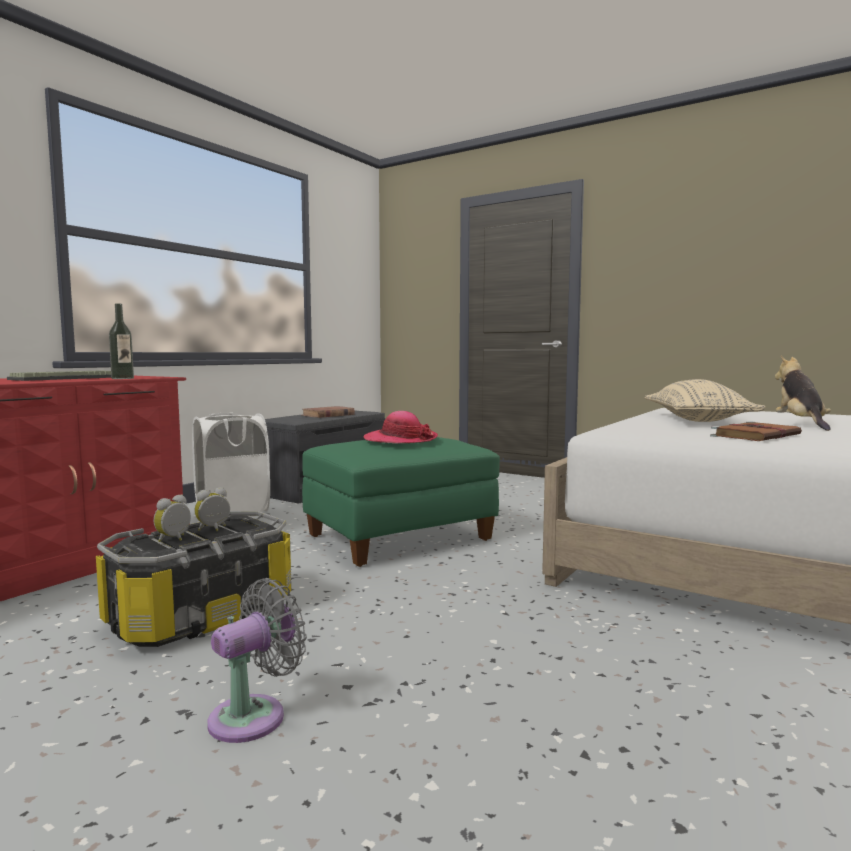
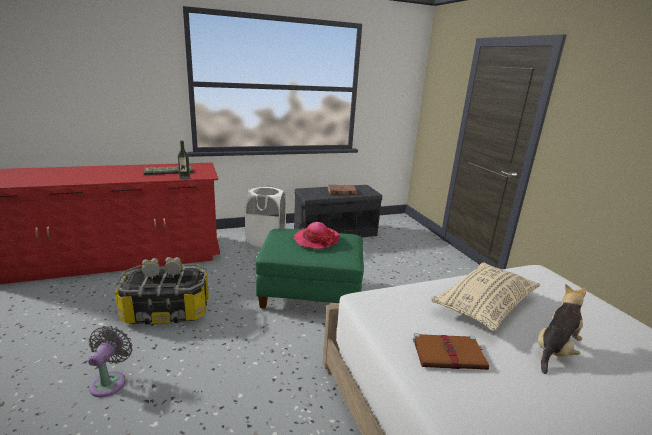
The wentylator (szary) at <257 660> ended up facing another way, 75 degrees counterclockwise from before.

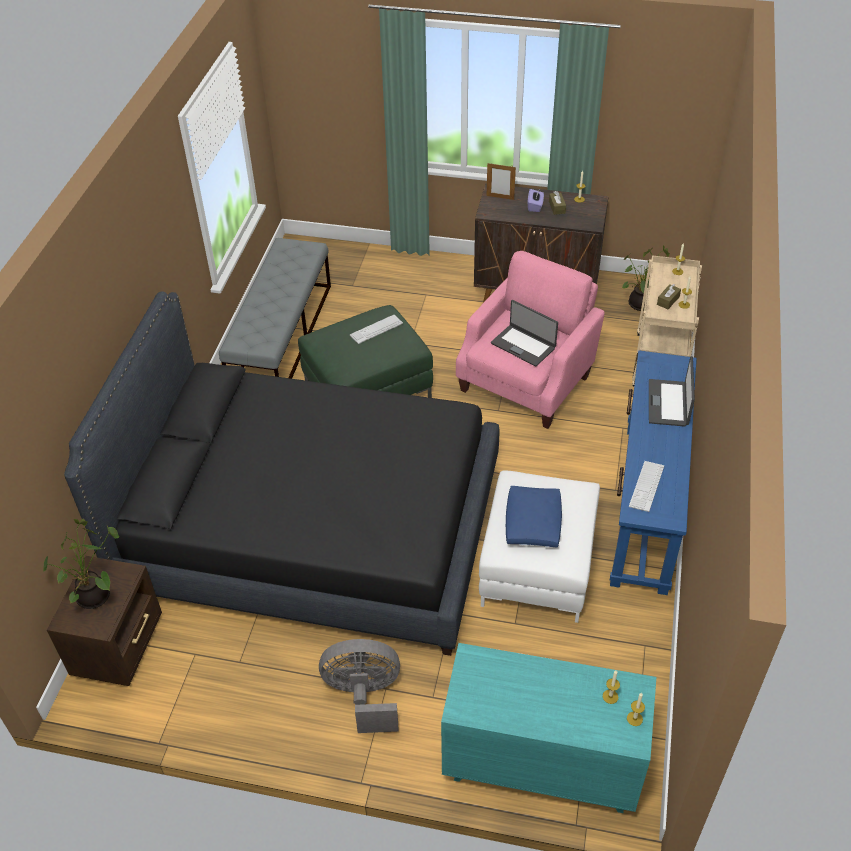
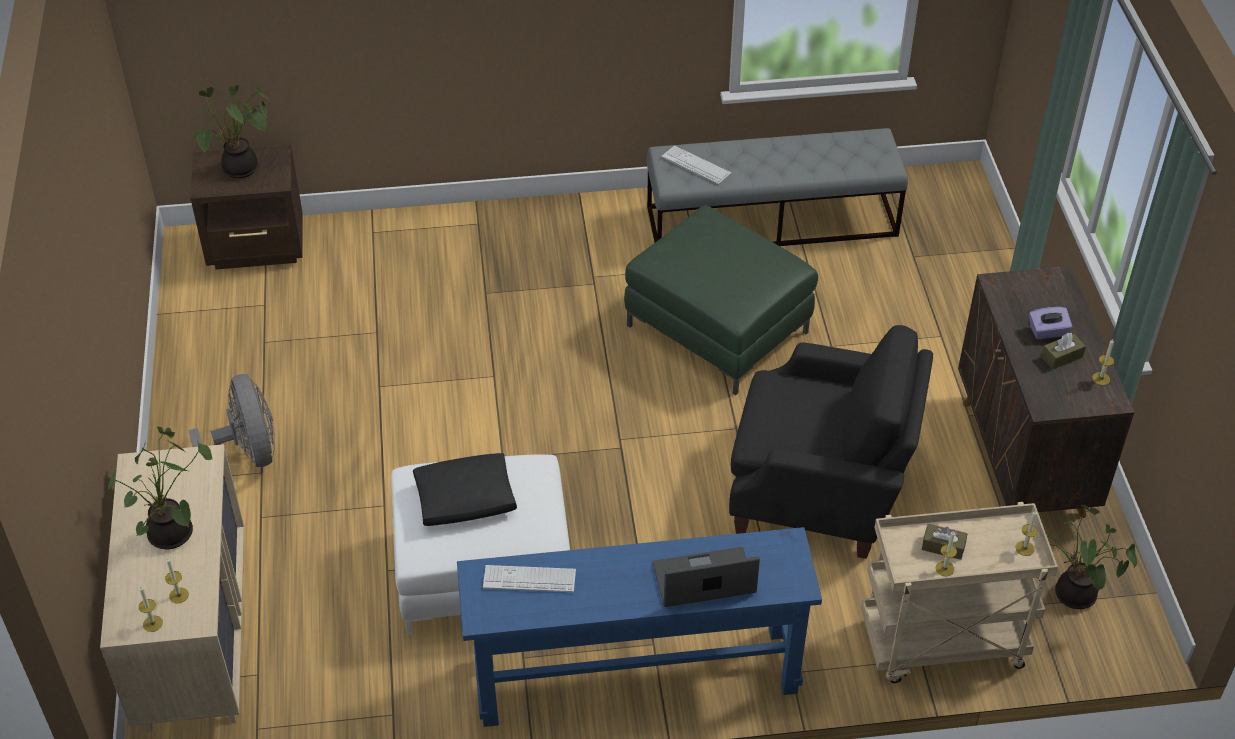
The second view lost the łóżko (czarny) at <281 473>.
The second view lost the ramka na zdjęcie at <501 181>.
The second view lost the laptop at <524 333>.
The second view gained the roślina doniczkowa at <160 488>.
The klawiatura ended up elsewhere, having gone from <376 329> to <697 165>.
What was the komoda (turkusowy) at <548 728> turned into the komoda (beżowy) at <172 588>.
What was the fotel (różowy) at <530 340> turned into the fotel (czarny) at <831 442>.
What was the poduszka (niebieski) at <534 516> turned into the poduszka (czarny) at <465 489>.

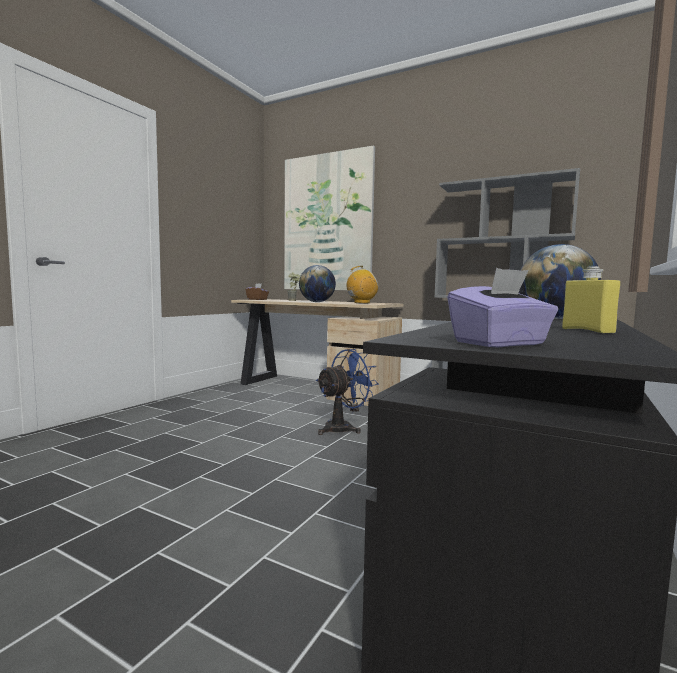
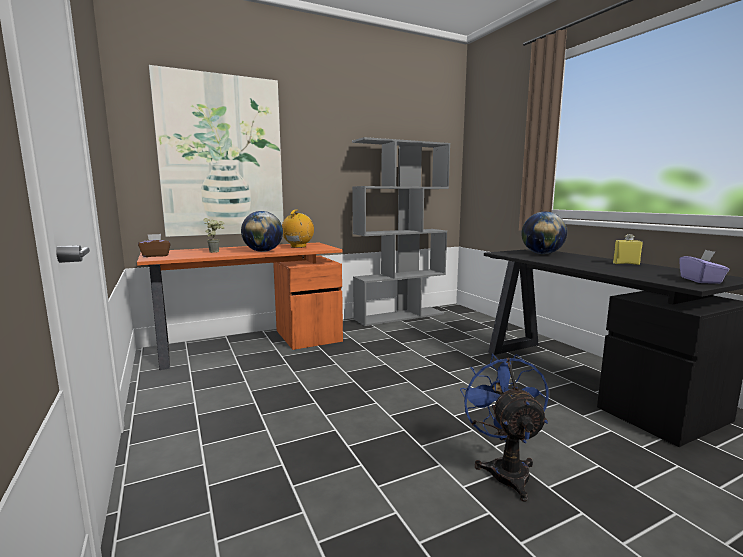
The wentylator (niebieski) ended up elsewhere, having gone from <347 392> to <504 427>.
What was the biurko (beżowy) at <317 352> turned into the biurko (pomarańczowy) at <240 306>.

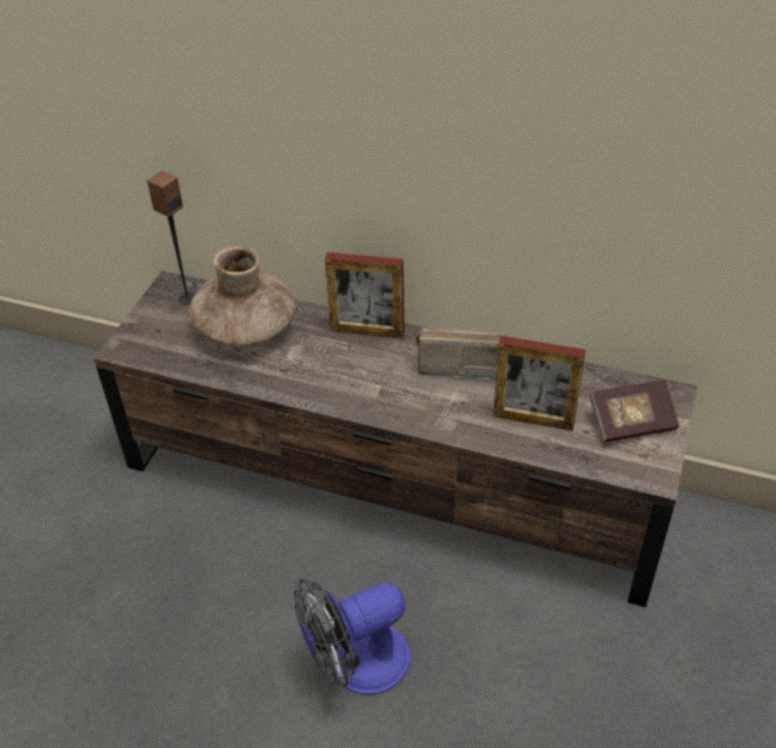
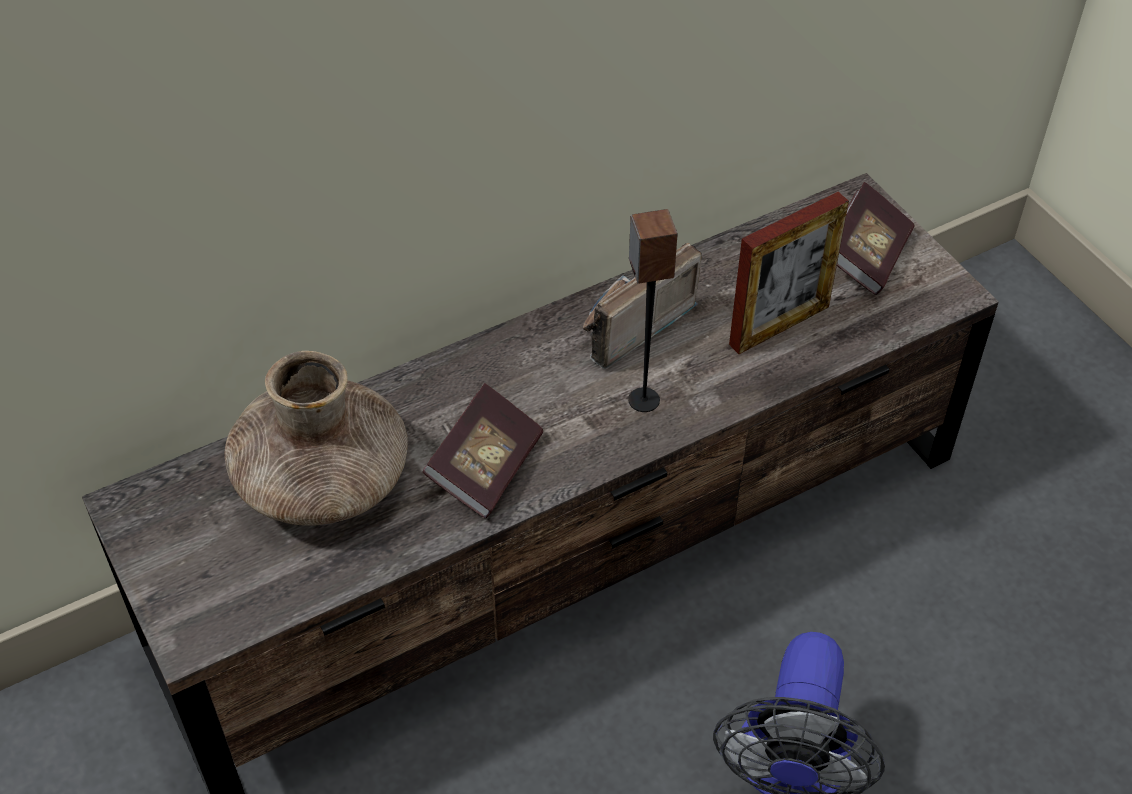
The second view lost the ramka na zdjęcie at <365 295>.
The second view gained the książka at <482 450>.
The głośnik ended up elsewhere, having gone from <171 238> to <653 310>.

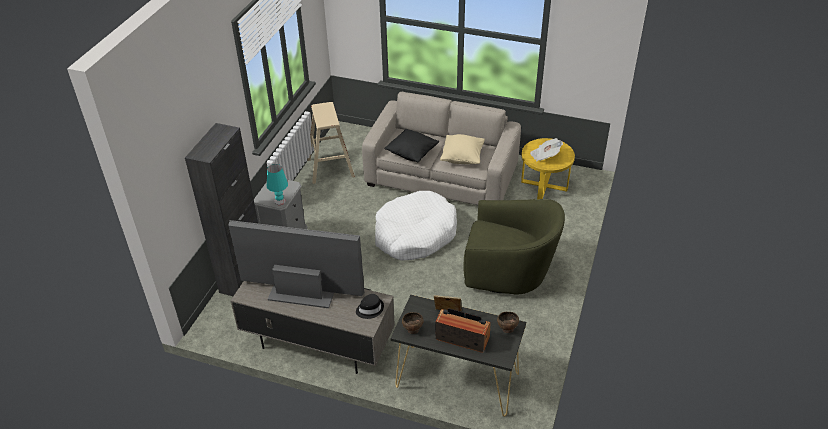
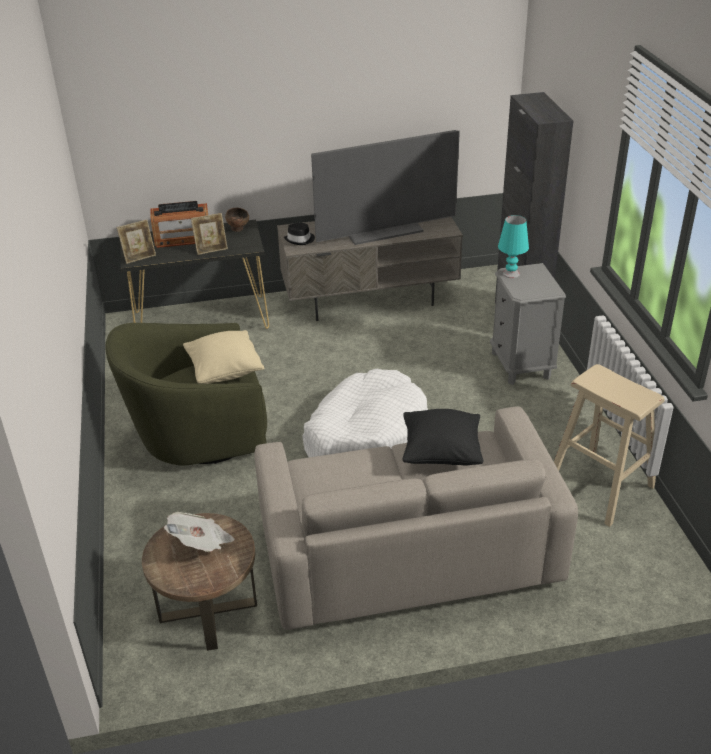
The poduszka (beżowy) ended up elsewhere, having gone from <462 149> to <223 357>.
Where the miska (brązowy) stood at <508 322>, the ramka na zdjęcie came to stand at <136 242>.
What was the stolik (żółty) at <548 168> turned into the stolik (brązowy) at <199 582>.

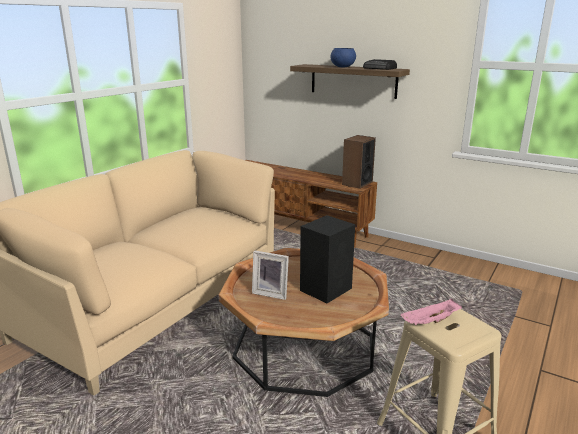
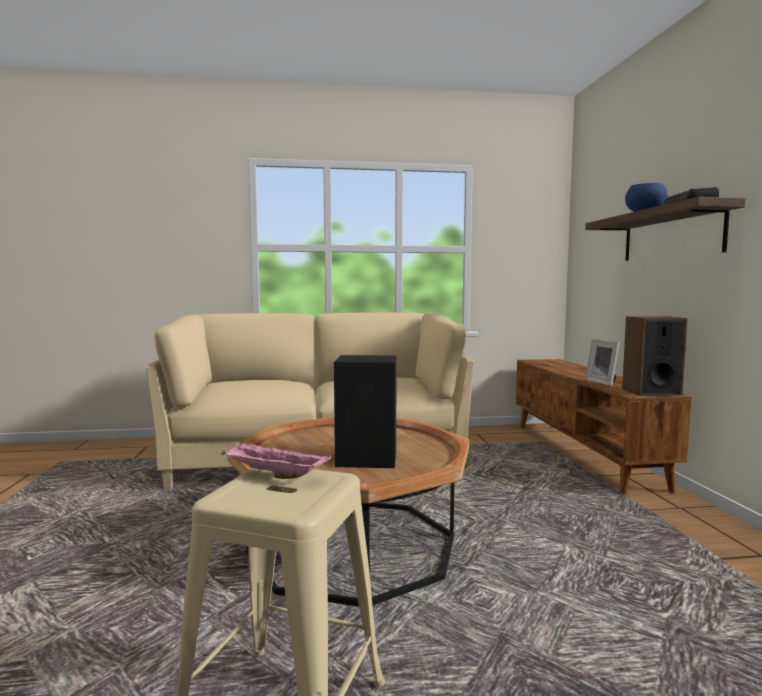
The ramka na zdjęcie ended up elsewhere, having gone from <270 275> to <602 362>.

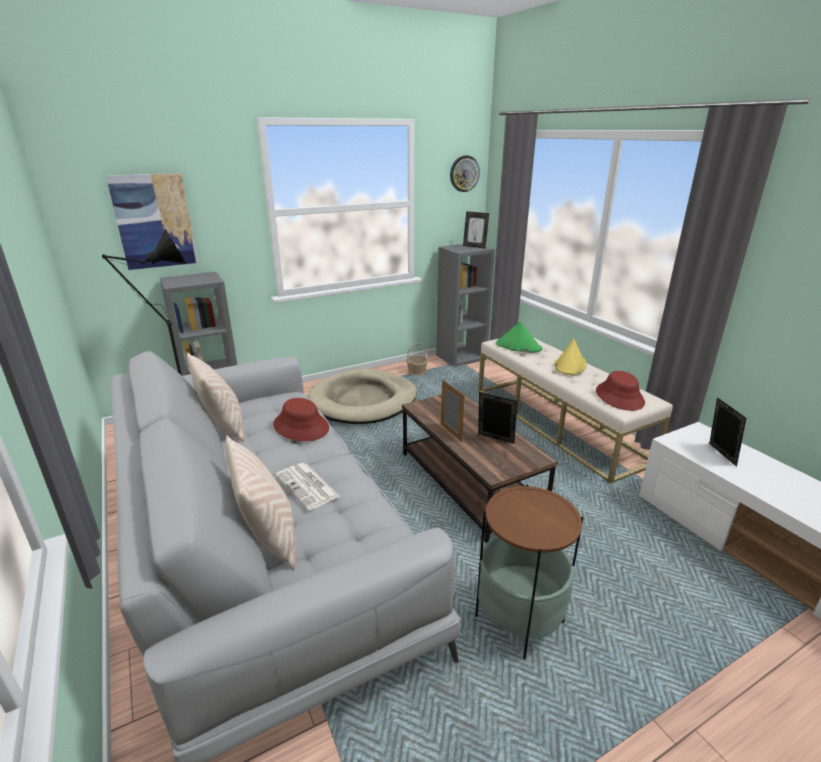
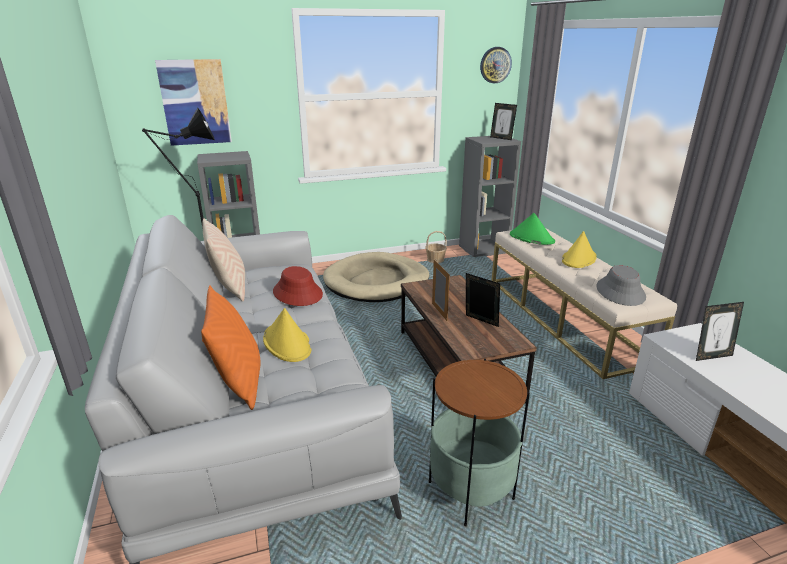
Where the gazeta stood at <308 486>, the kapelusz (żółty) came to stand at <287 335>.
What was the poduszka (beżowy) at <261 503> turned into the poduszka (pomarańczowy) at <230 347>.
What was the kapelusz (czerwony) at <620 391> turned into the kapelusz (szary) at <621 285>.
The ramka na zdjęcie at <727 432> ended up facing another way, 75 degrees clockwise from before.

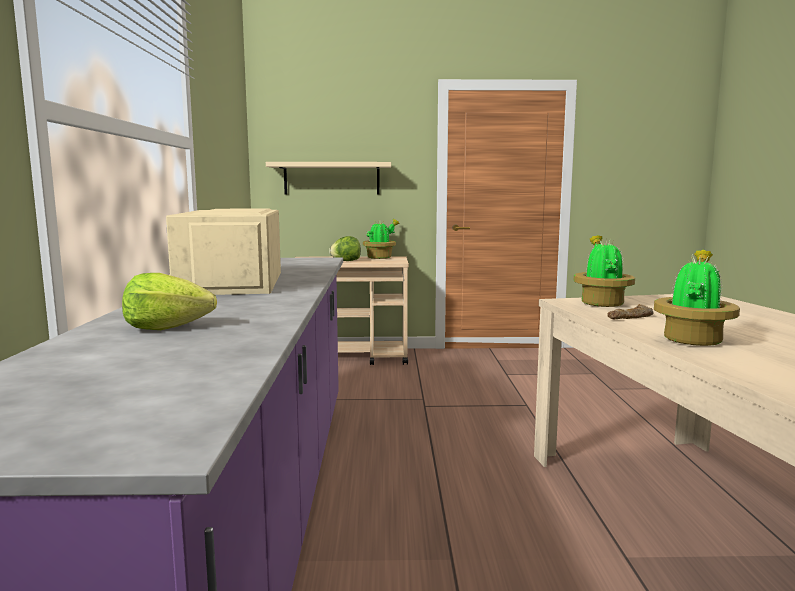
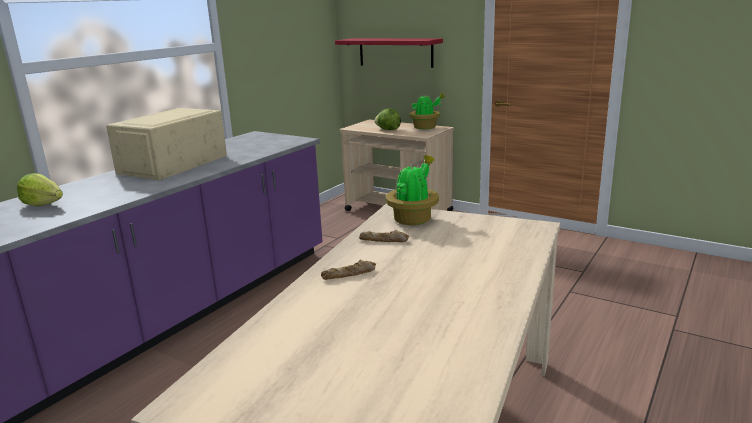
Where the roślina doniczkowa stood at <697 298>, the chleb came to stand at <348 270>.
What was the półka (beżowy) at <328 178> turned into the półka (czerwony) at <389 53>.

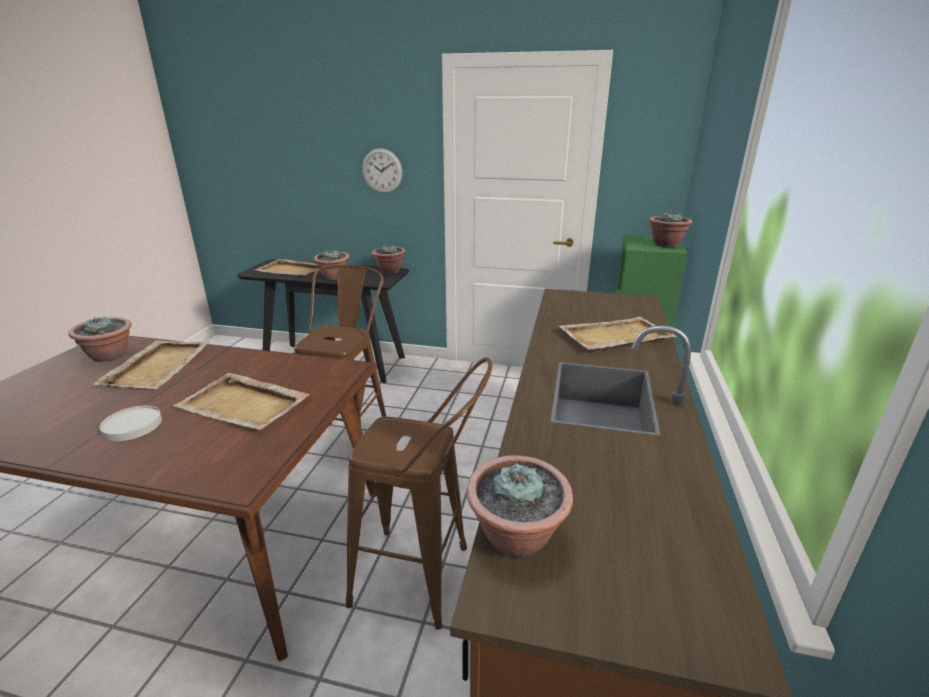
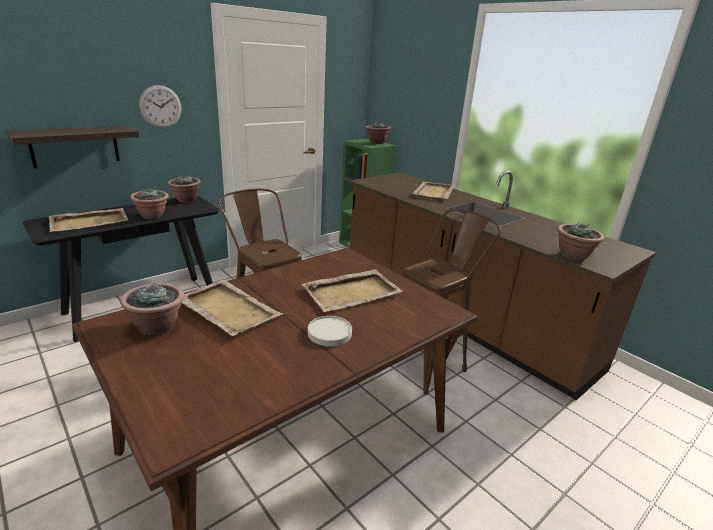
The second view gained the półka at <73 146>.

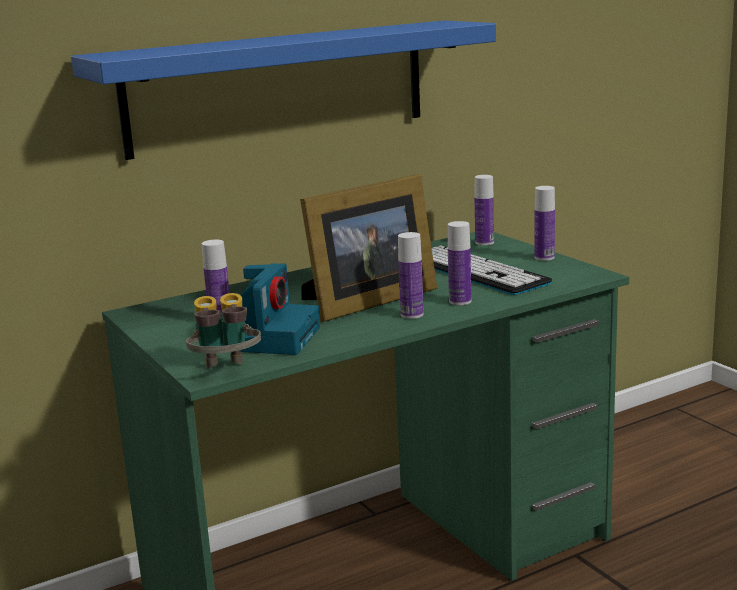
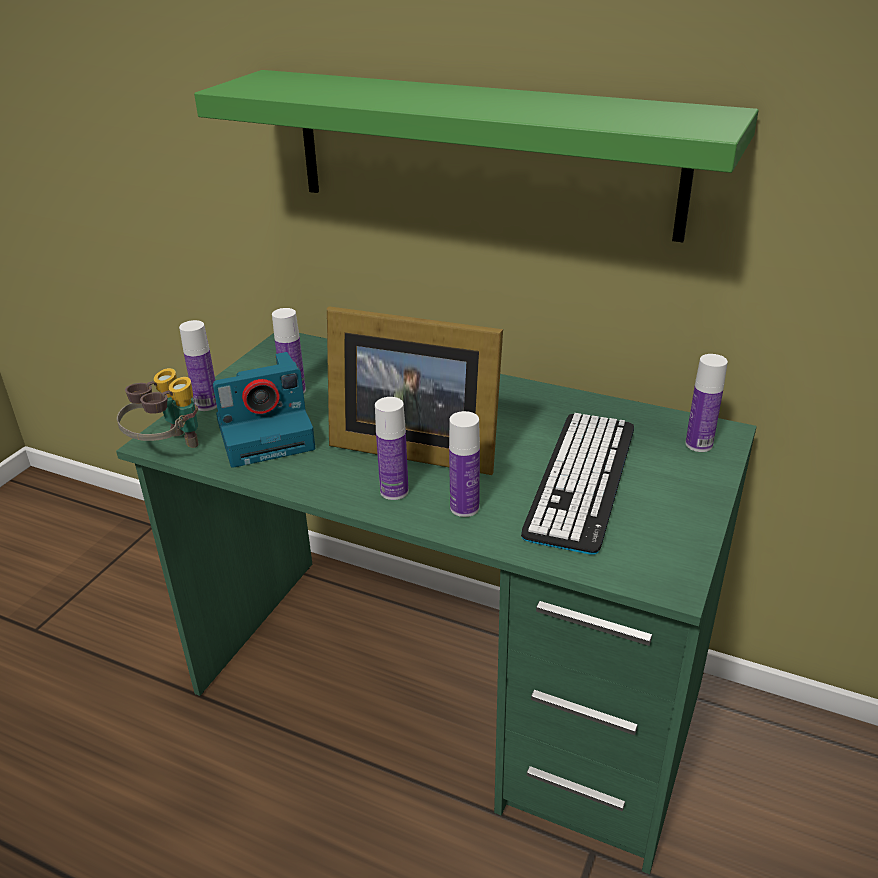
The butelka ended up elsewhere, having gone from <545 223> to <198 365>.
What was the półka (niebieski) at <283 90> turned into the półka (zielony) at <476 156>.

